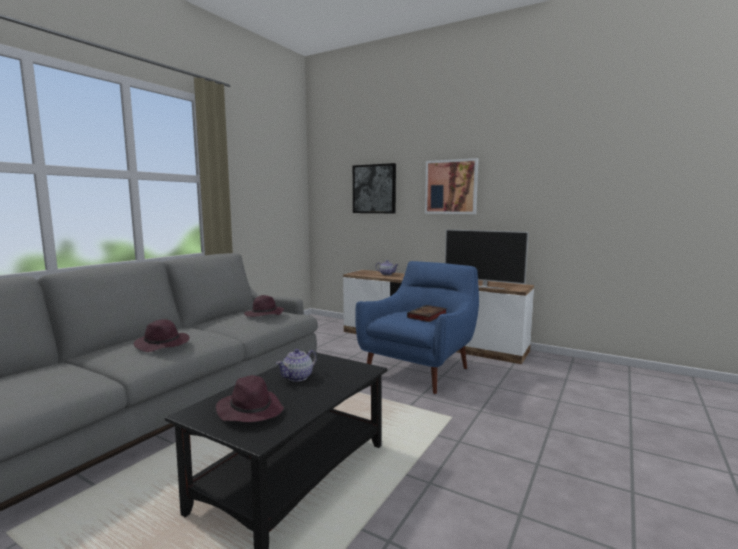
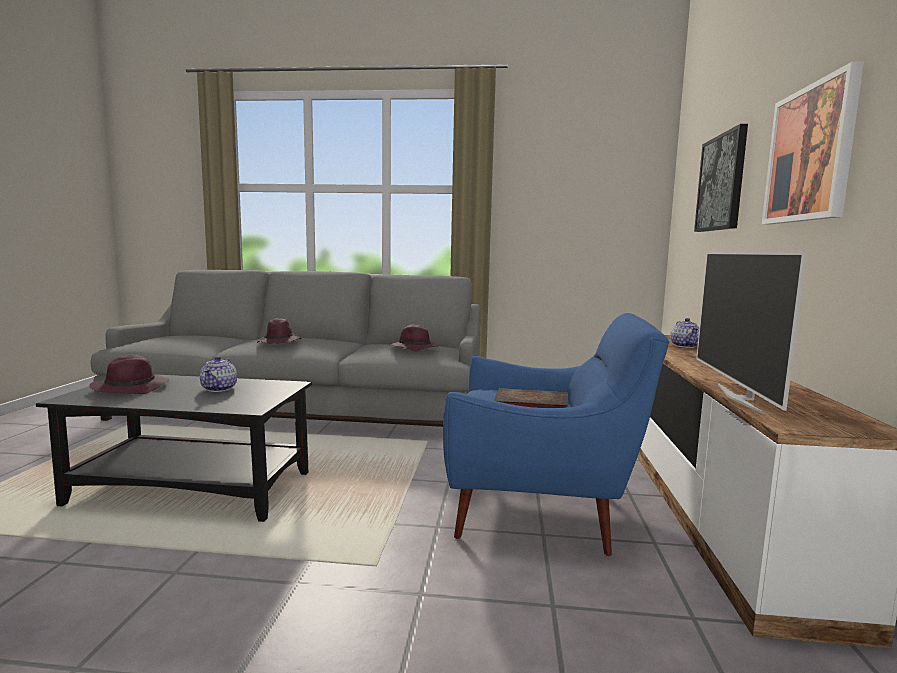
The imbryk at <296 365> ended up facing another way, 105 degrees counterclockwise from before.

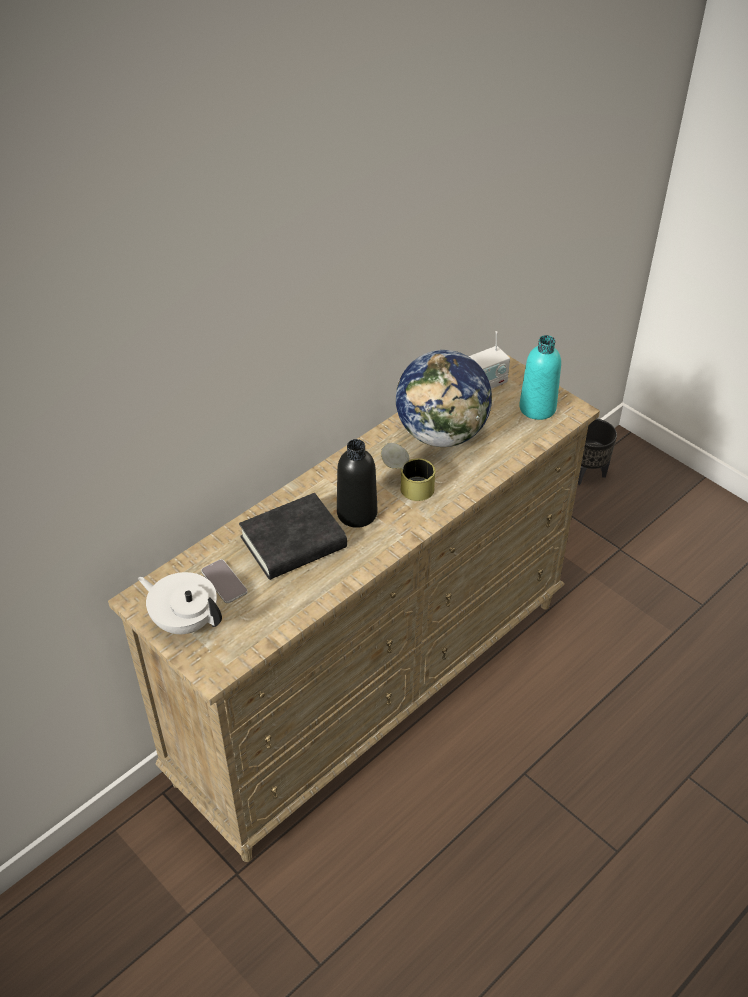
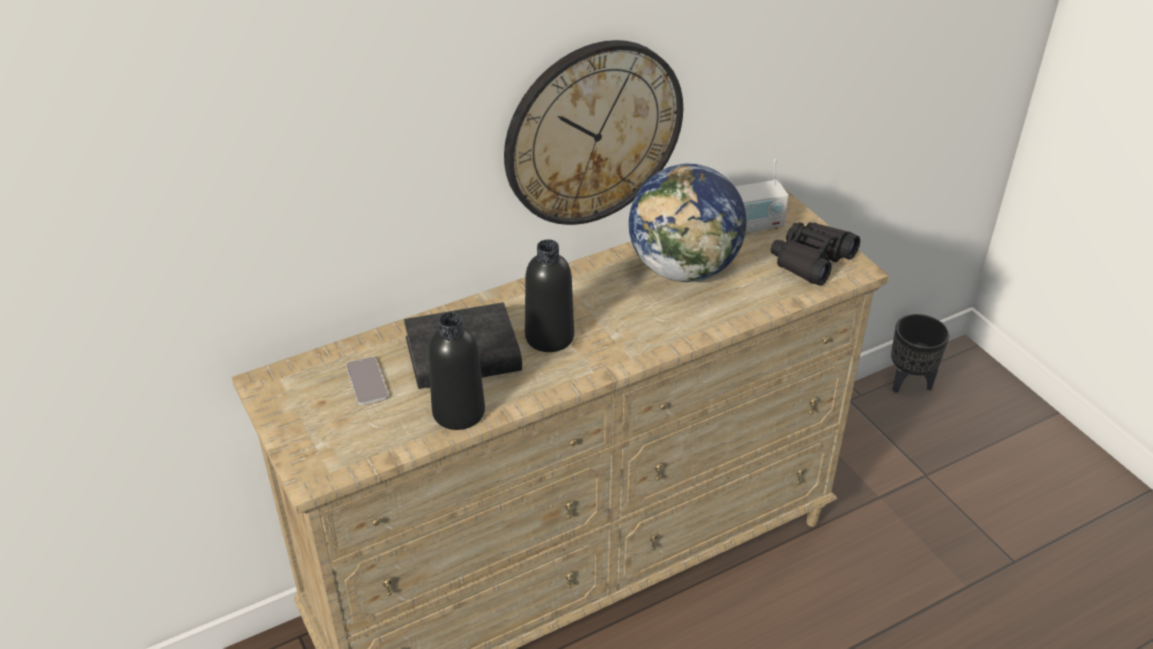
The second view lost the imbryk (biały) at <180 603>.
The second view lost the puszka at <408 472>.
The second view gained the butelka (czarny) at <456 371>.
The second view gained the zegar ścienny at <593 132>.
Where the butelka (turkusowy) stood at <540 377>, the lornetka (czarny) came to stand at <815 254>.

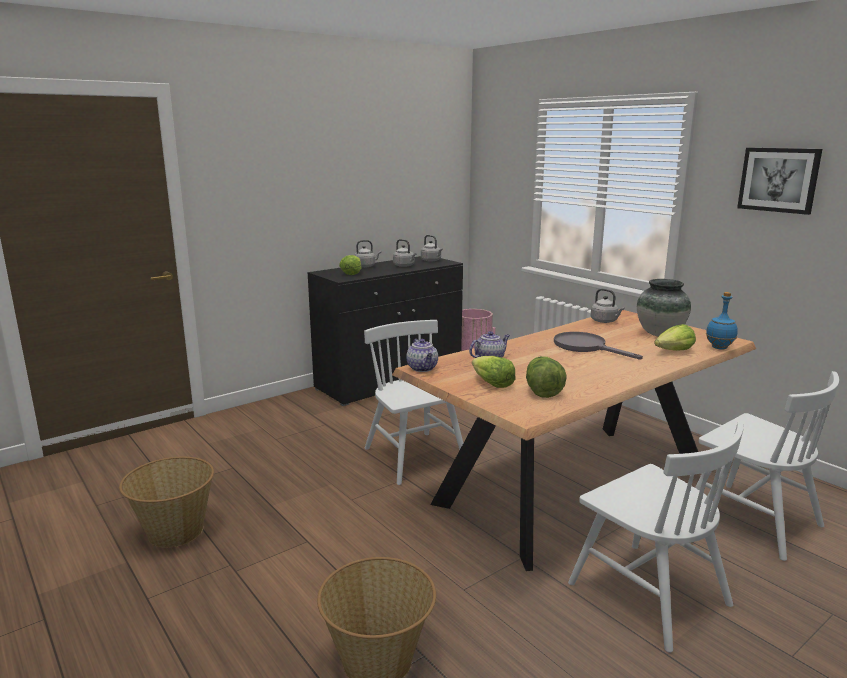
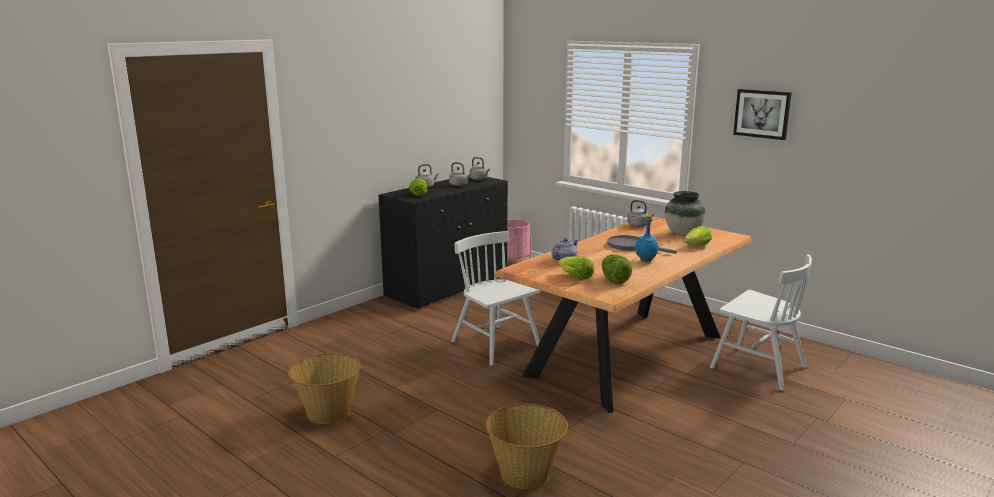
The second view lost the imbryk at <422 355>.
The second view lost the krzesło (biały) at <656 537>.
The butelka (niebieski) ended up elsewhere, having gone from <722 321> to <647 239>.

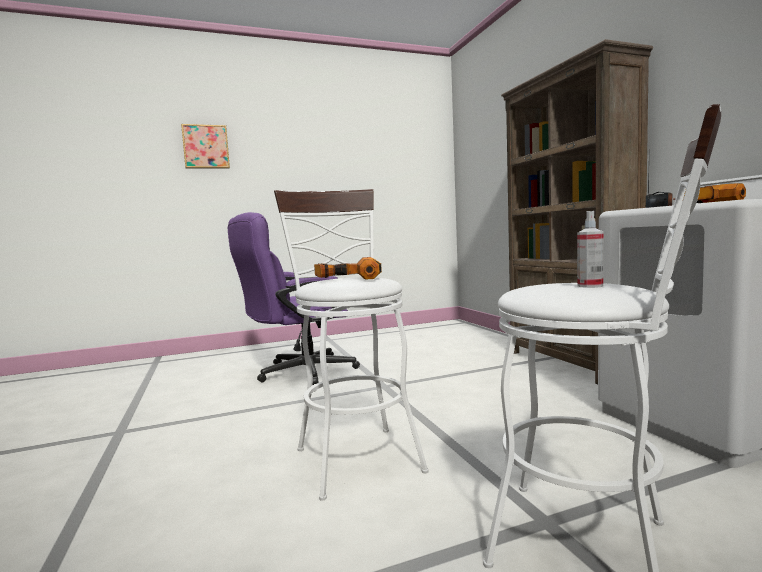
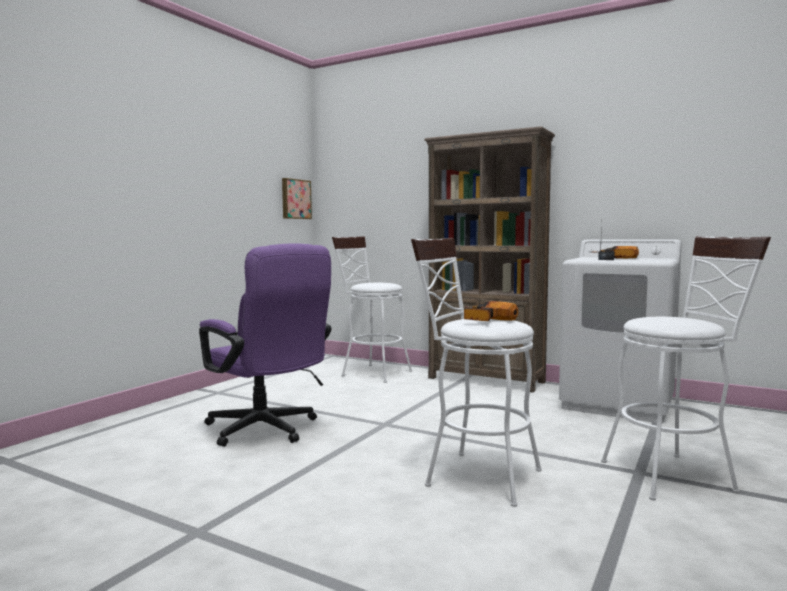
The second view lost the spryskiwacz at <590 249>.
The second view gained the stołek (biały) at <372 309>.
The obraz ended up elsewhere, having gone from <205 146> to <297 198>.
The krzesło biurowe (fioletowy) at <294 298> ended up facing another way, 60 degrees counterclockwise from before.

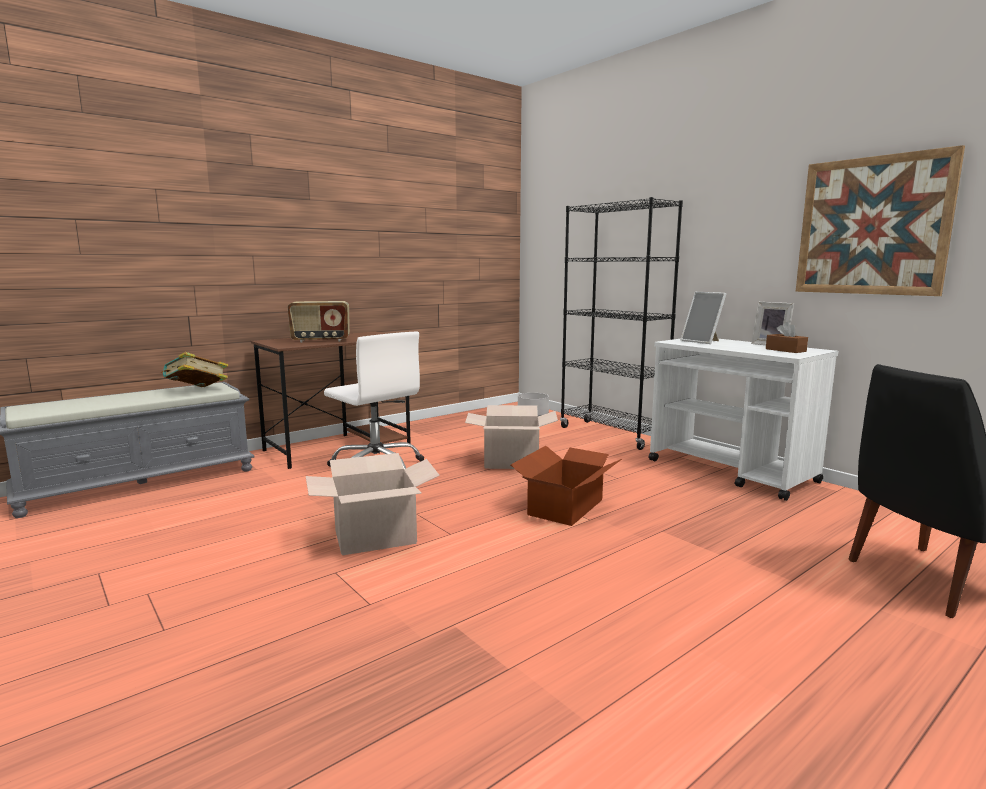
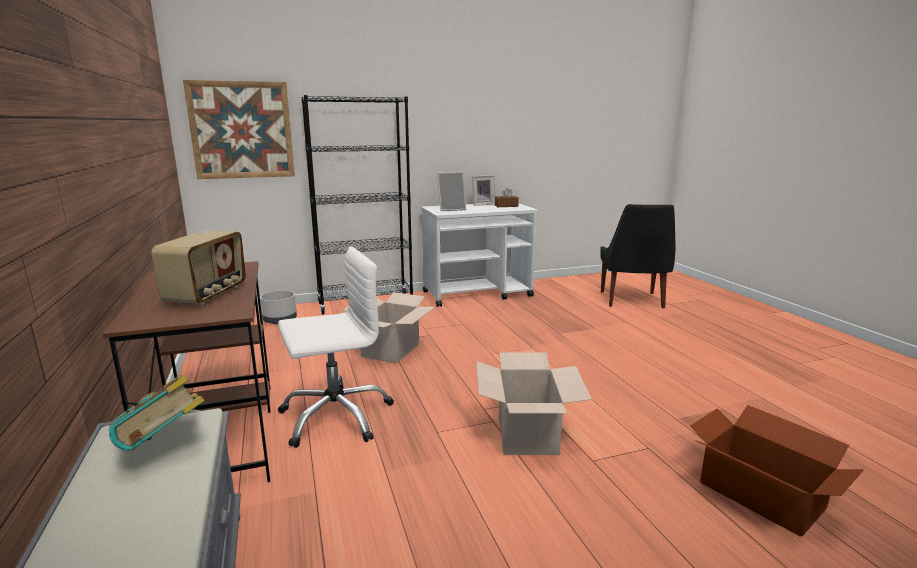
The karton ended up elsewhere, having gone from <566 486> to <777 471>.
The obraz ended up elsewhere, having gone from <880 220> to <239 129>.

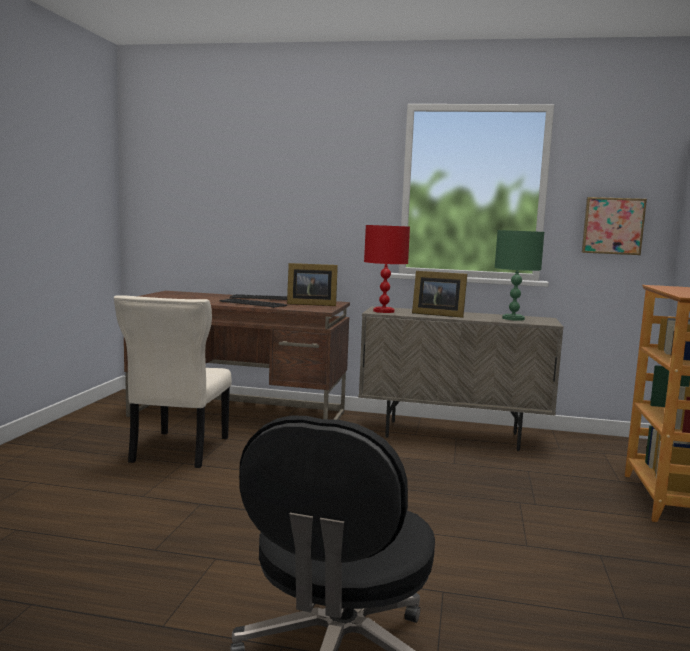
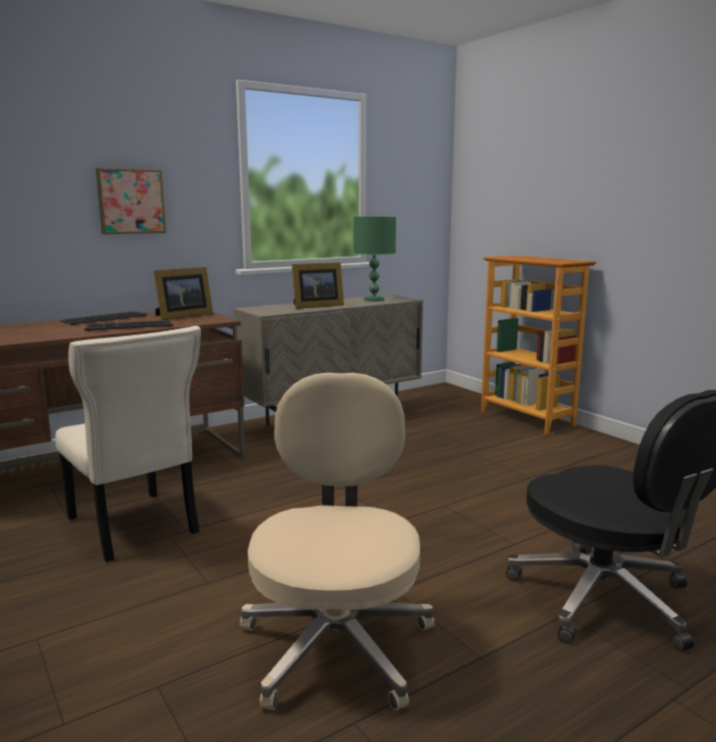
The second view lost the lampa stołowa (czerwony) at <387 269>.
The second view gained the krzesło biurowe (beżowy) at <337 542>.
The obraz ended up elsewhere, having gone from <614 226> to <131 201>.

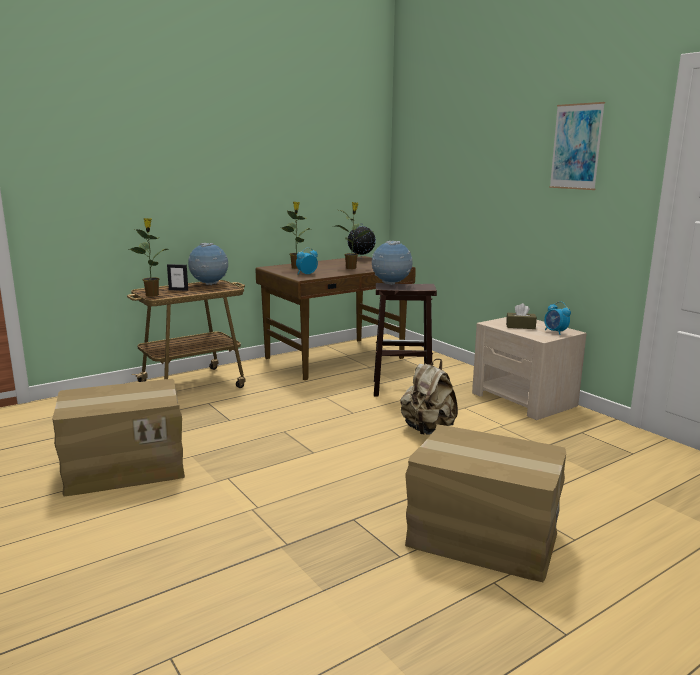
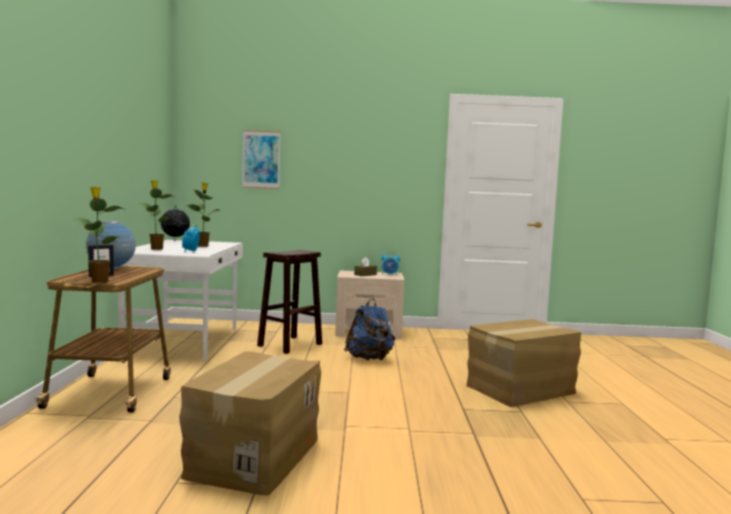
The second view lost the globus at <392 262>.
The obraz ended up elsewhere, having gone from <577 146> to <261 159>.
What was the biurko (brązowy) at <336 318> turned into the biurko (biały) at <180 300>.
What was the plecak (beżowy) at <429 397> turned into the plecak (niebieski) at <369 329>.

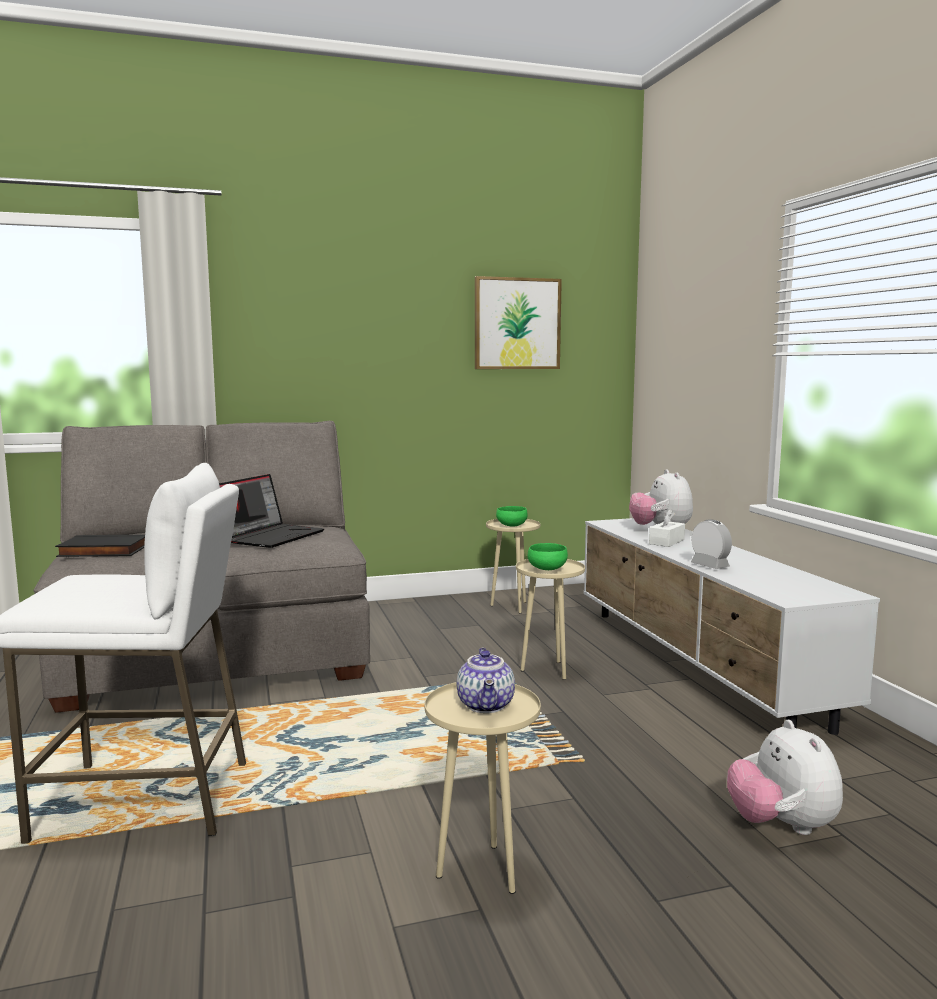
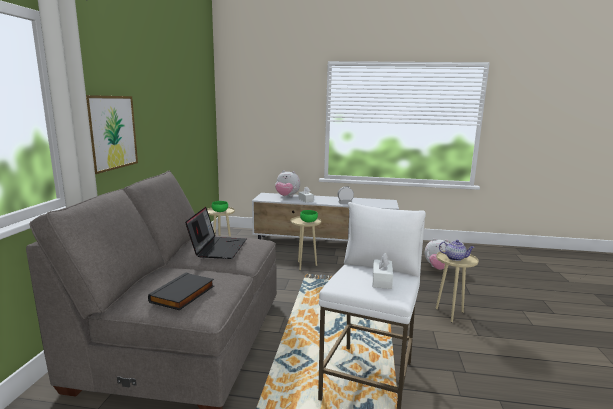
The second view gained the pudełko chusteczek (biały) at <383 271>.
The obraz ended up elsewhere, having gone from <518 322> to <112 134>.
The laptop at <271 511> ended up facing another way, 45 degrees clockwise from before.

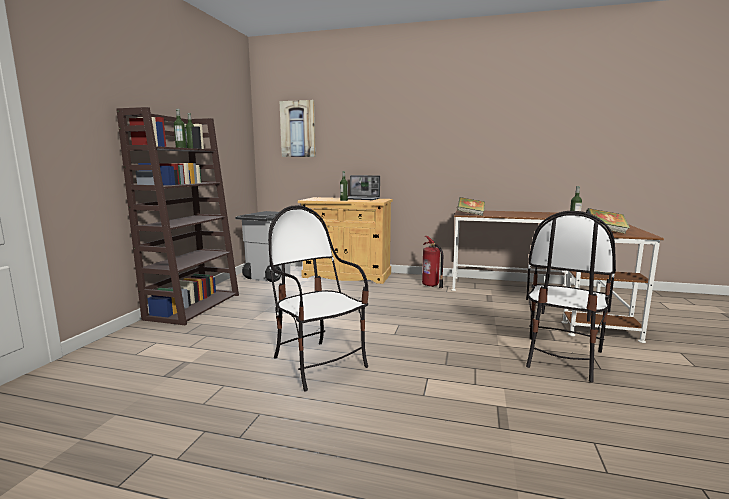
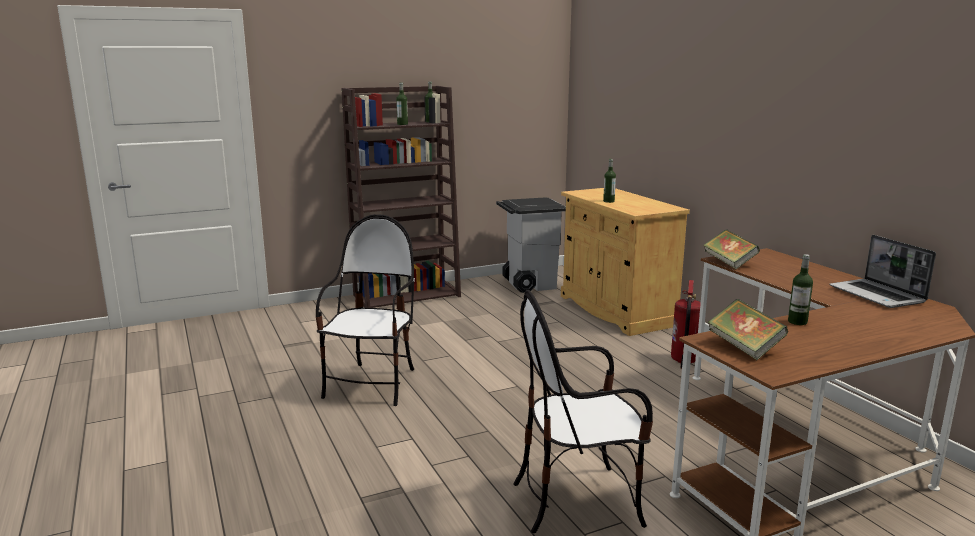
The second view lost the obraz at <297 128>.
The laptop ended up elsewhere, having gone from <364 187> to <882 271>.

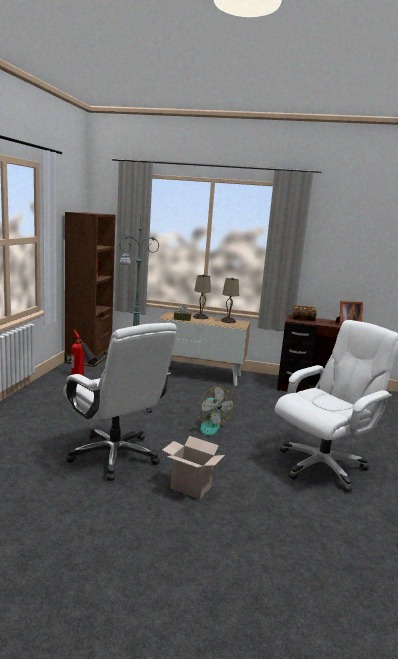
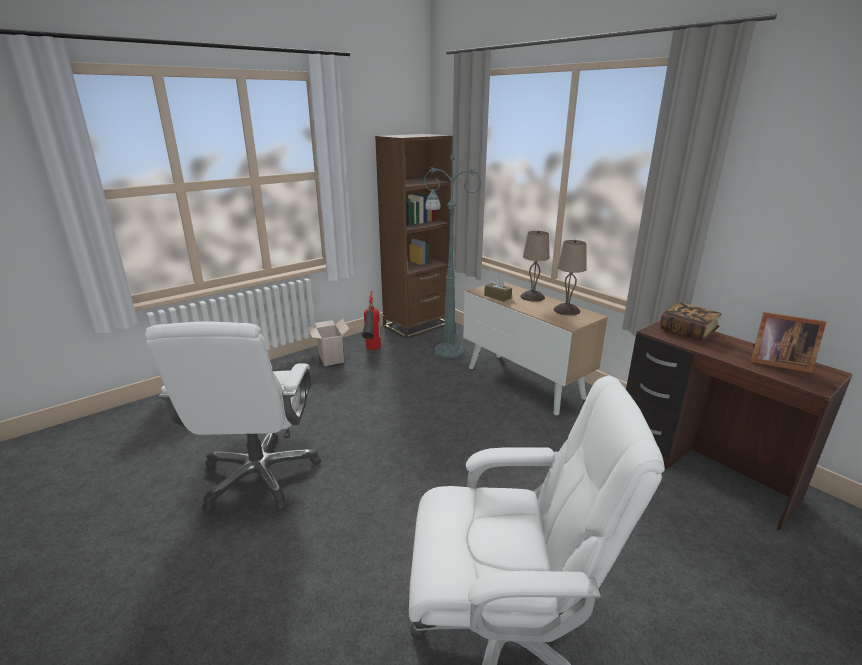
The second view lost the wentylator at <209 411>.
The karton ended up elsewhere, having gone from <193 468> to <328 342>.

